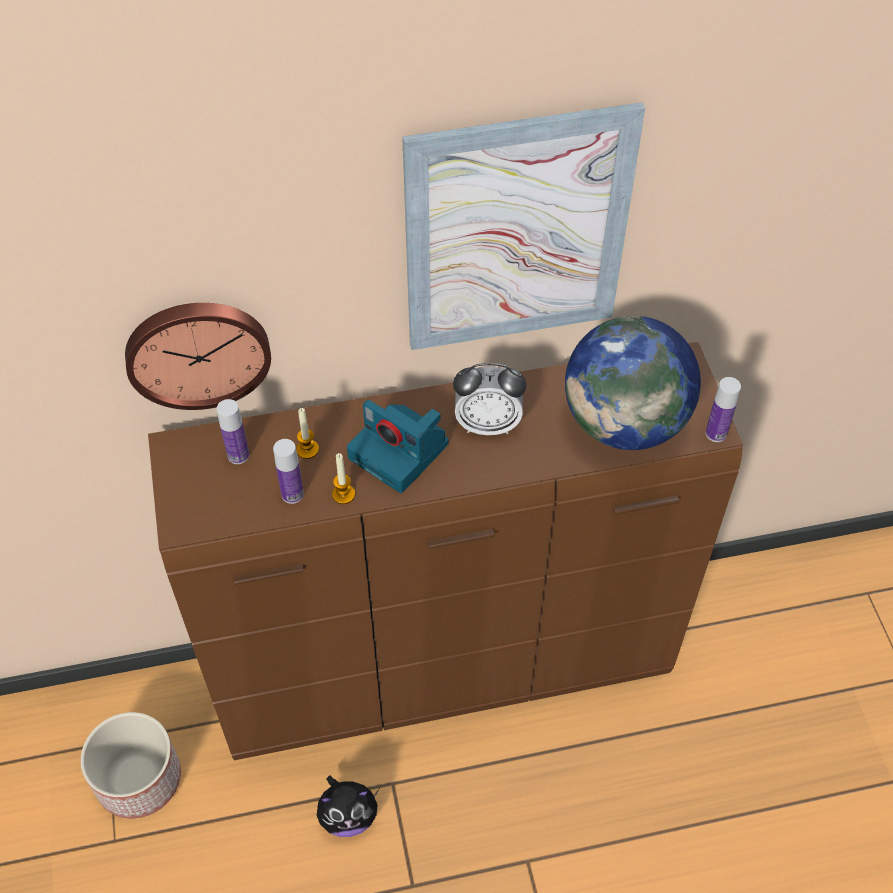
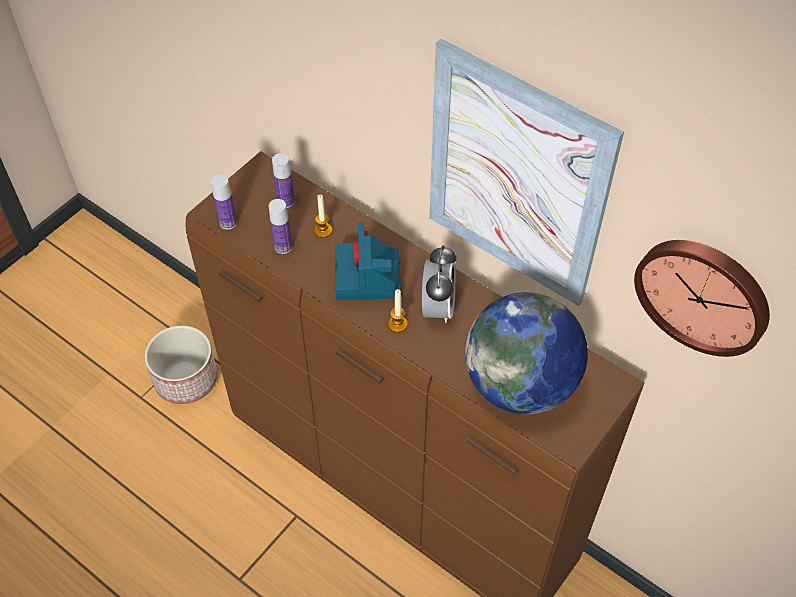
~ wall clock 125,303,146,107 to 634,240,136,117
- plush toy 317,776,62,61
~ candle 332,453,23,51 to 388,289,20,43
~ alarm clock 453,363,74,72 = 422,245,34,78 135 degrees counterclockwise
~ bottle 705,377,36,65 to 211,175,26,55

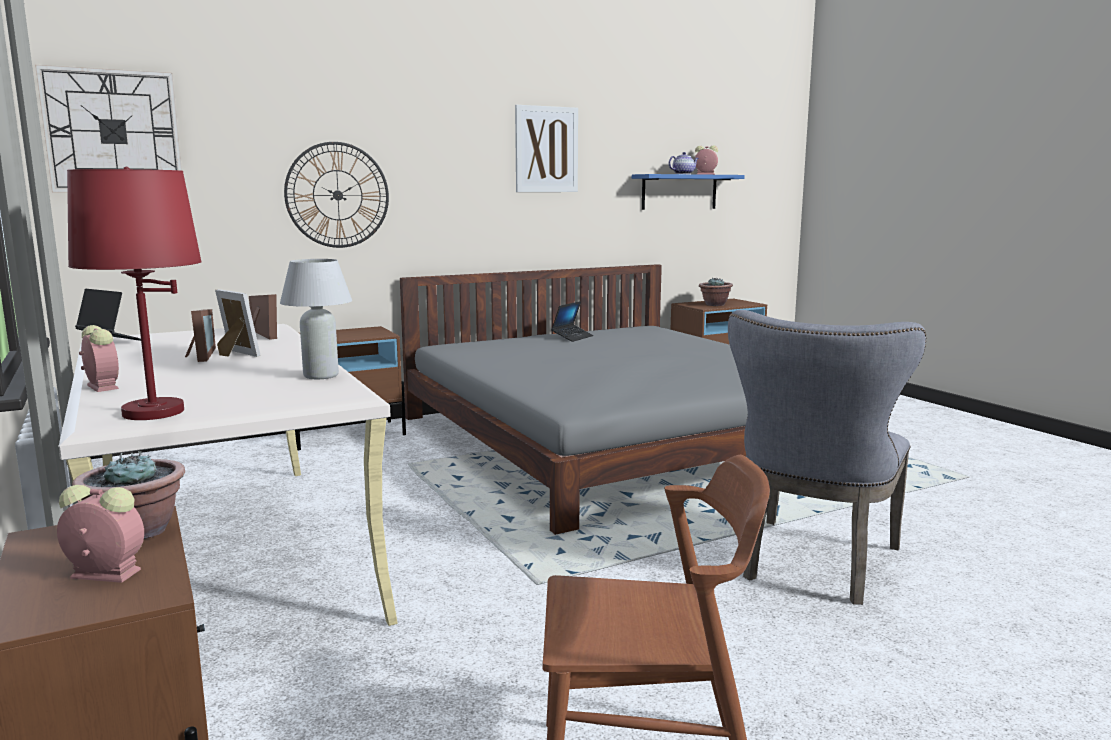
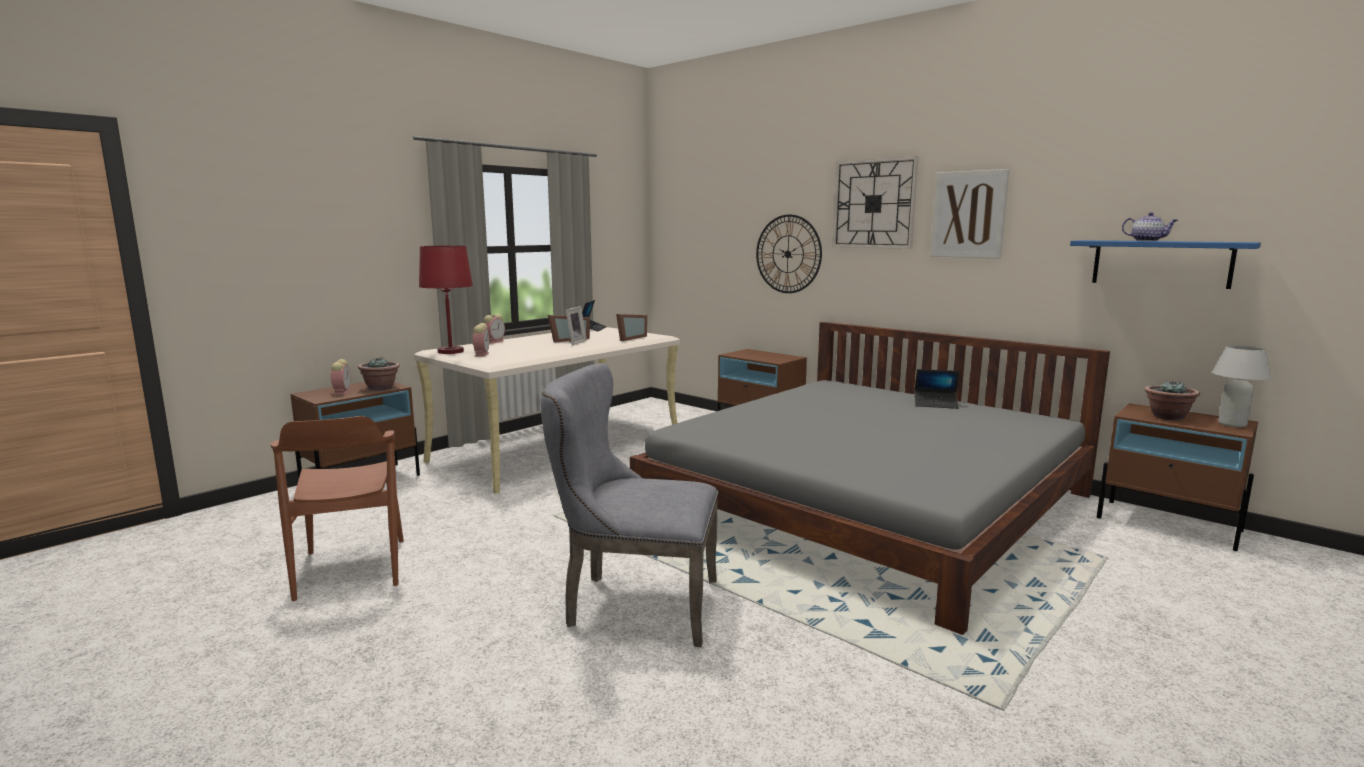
~ wall clock 35,65,147,127 to 832,156,87,93
~ white table lamp 280,259,72,120 to 1212,345,60,82
~ alarm clock 695,145,23,30 to 472,323,17,33

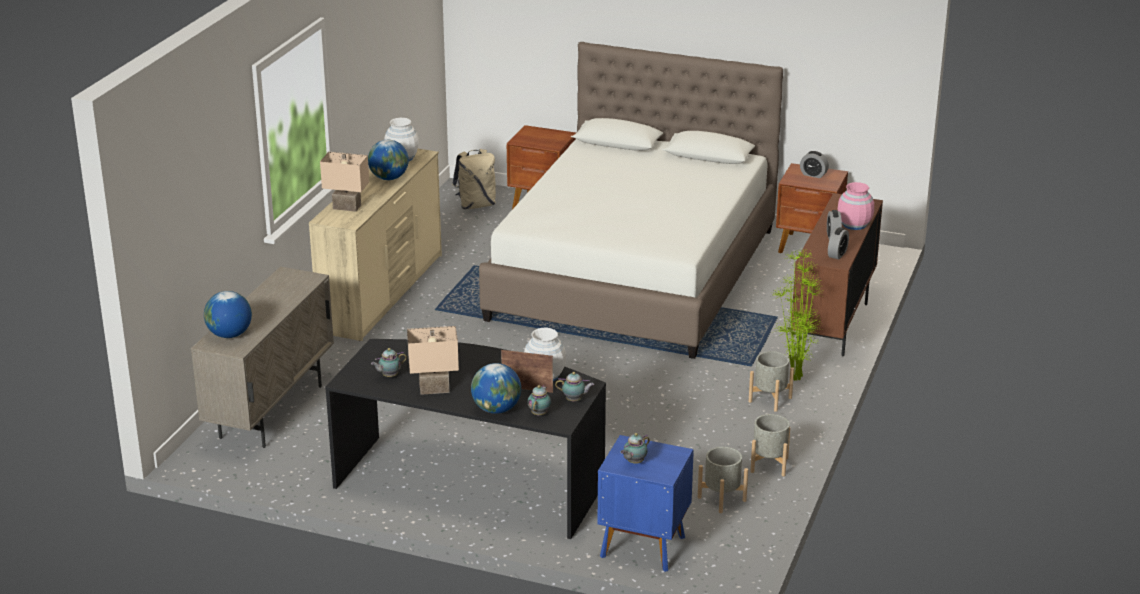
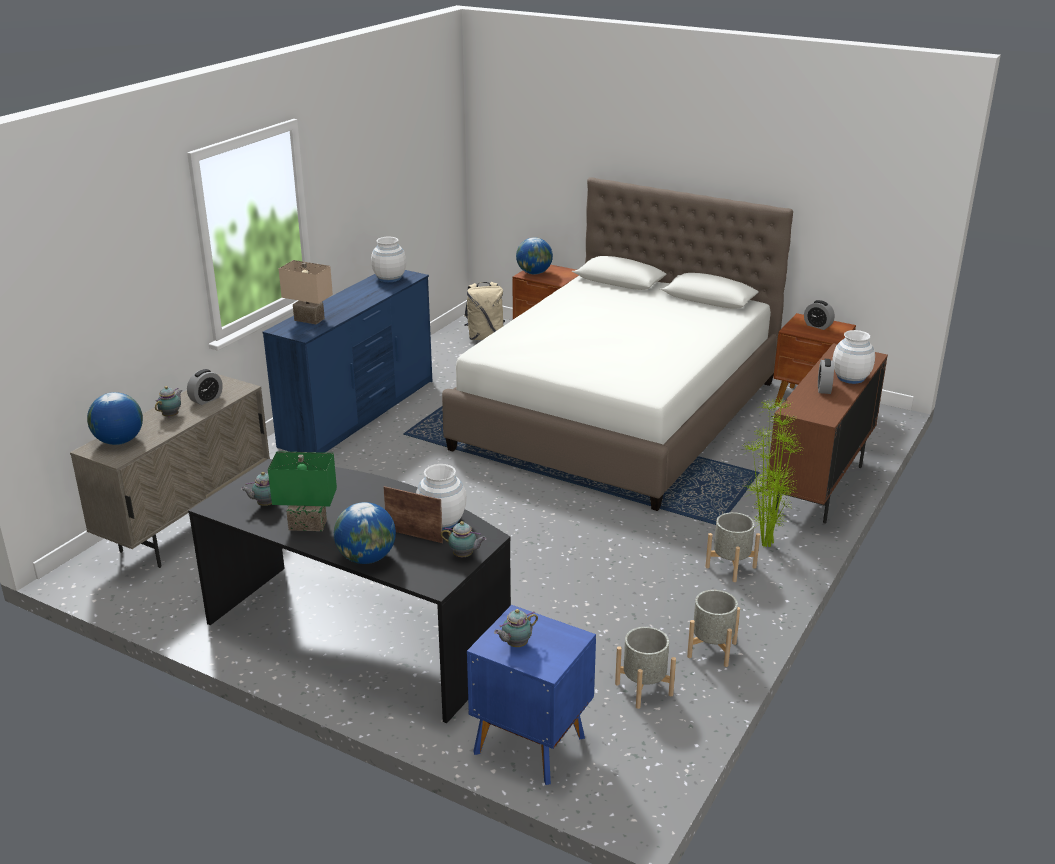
~ beige dresser 309,149,133,192 to blue dresser 263,270,170,183
~ globe 368,140,41,40 to 516,237,37,38
~ beige table lamp 407,326,52,69 to green table lamp 268,451,69,80
~ teapot 527,385,24,31 to 155,386,28,31
~ alarm clock 828,227,21,32 to 187,369,36,36
~ pink vase 838,182,36,48 to white vase 832,330,43,54

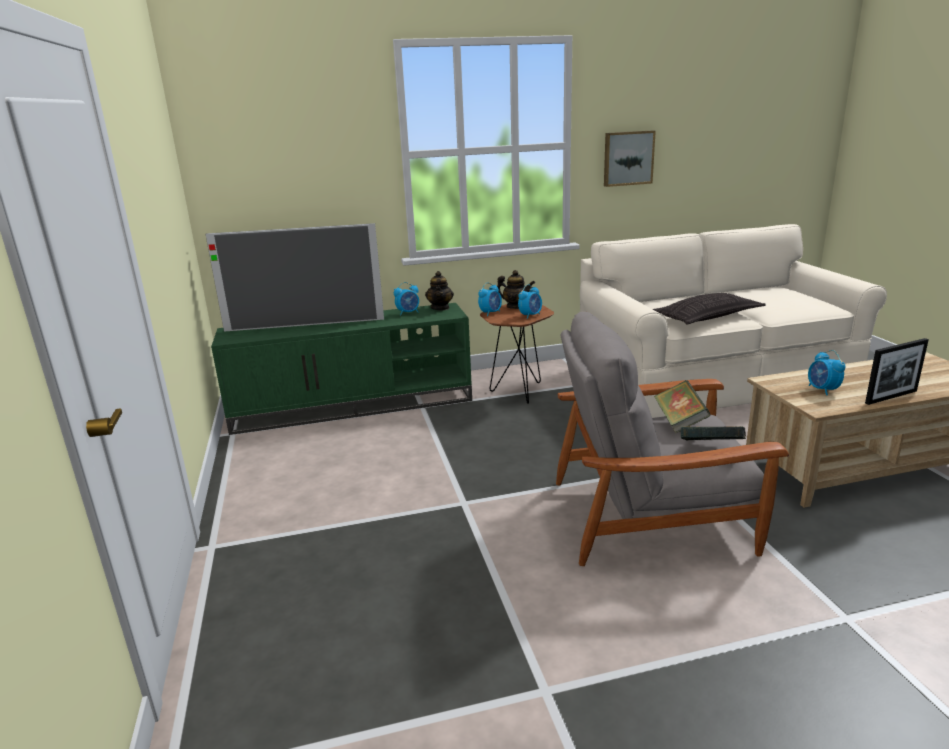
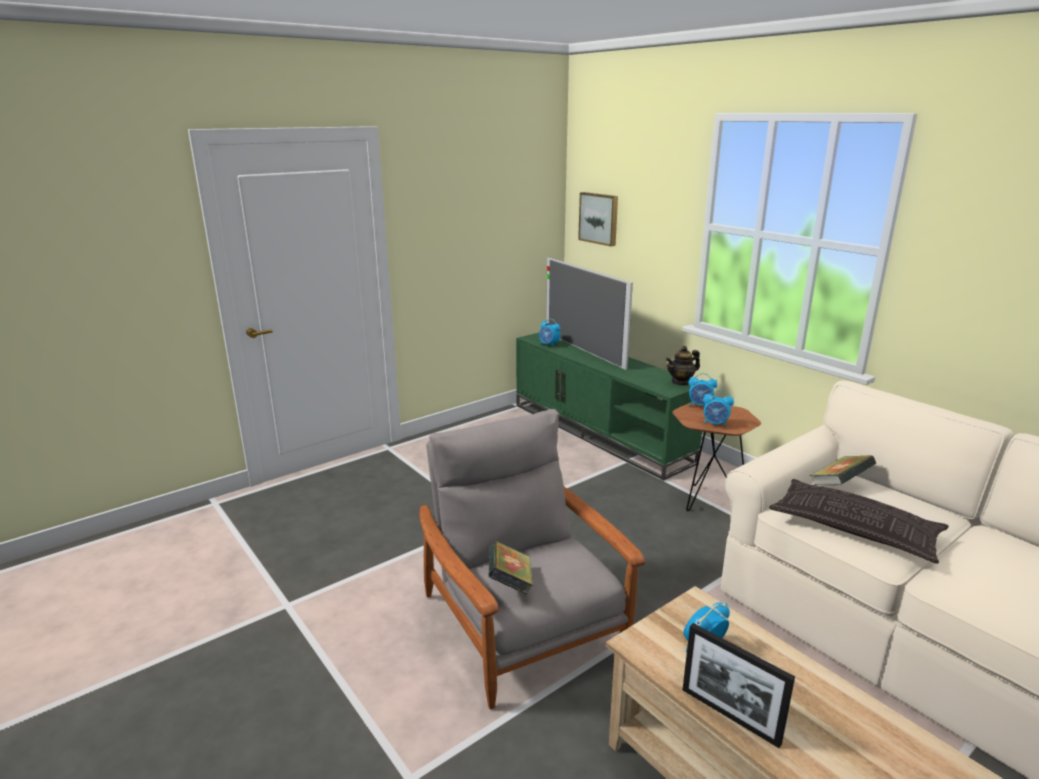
~ alarm clock 394,282,25,34 to 539,319,22,28
- teapot 497,270,38,39
~ picture 604,130,52,57 to 578,192,40,55
~ book 654,380,56,53 to 810,455,66,31

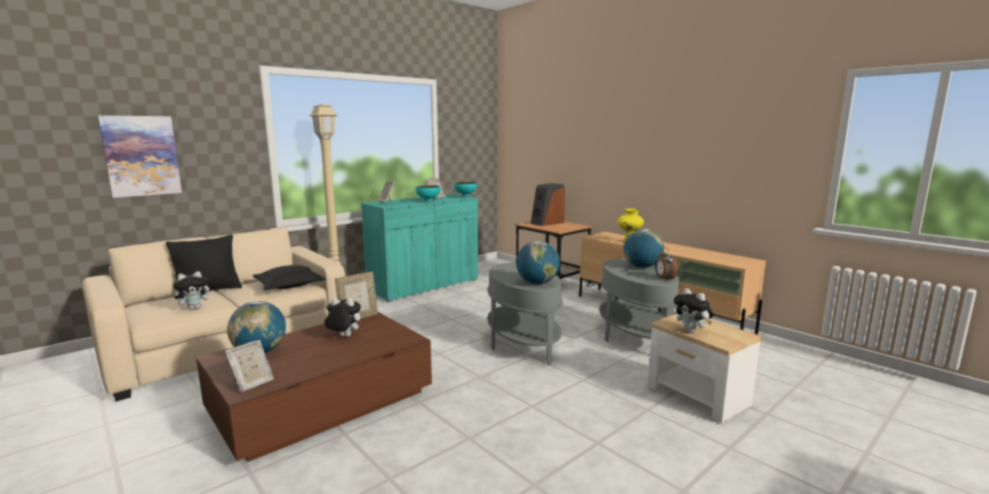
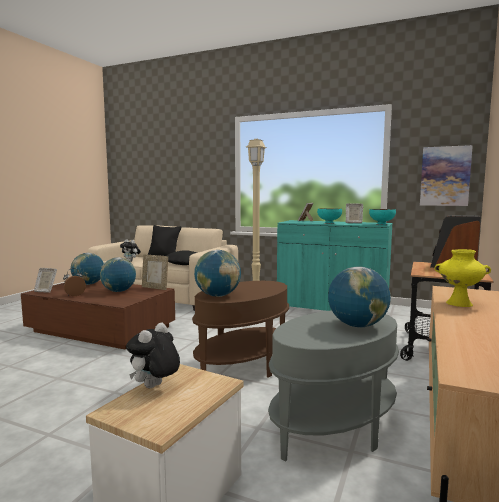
~ picture 98,115,84,83 to 420,145,53,61
~ plush toy 324,298,37,39 to globe 100,257,36,35
~ grey side table 487,262,76,103 to brown side table 192,281,97,97
~ alarm clock 655,247,23,33 to 63,268,23,28

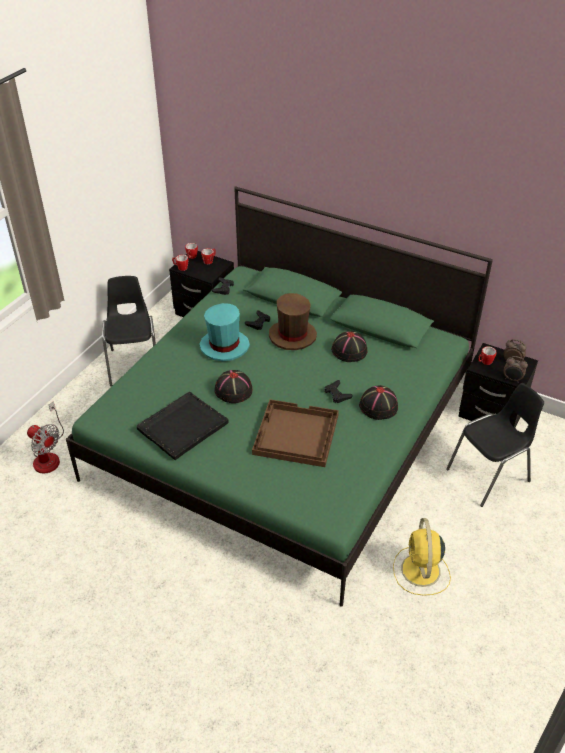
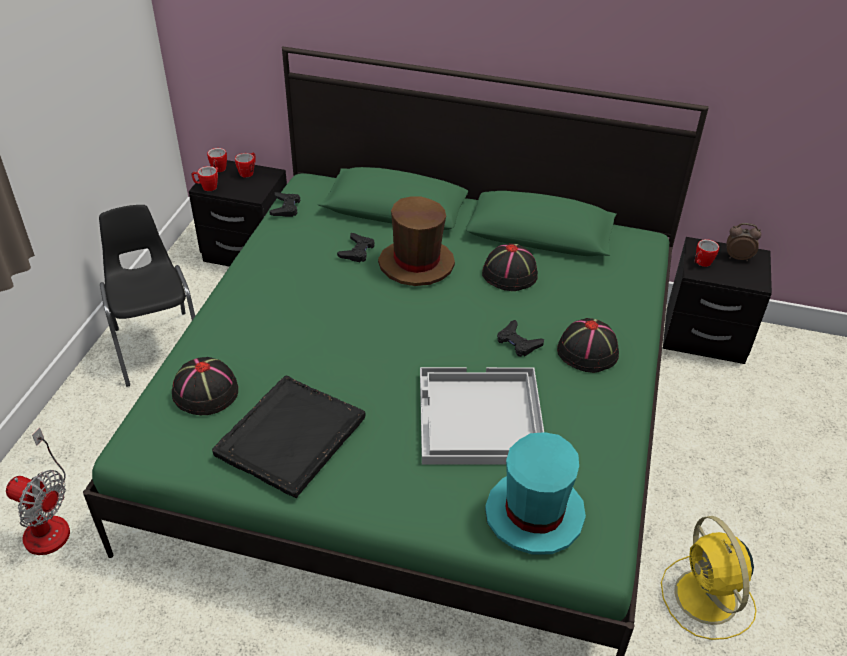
~ turquoise hat 200,303,50,58 to 485,432,101,122
~ black hat 214,370,38,33 to 172,357,66,58
~ brown tray 252,399,87,68 to white tray 420,367,124,98
- black chair 446,383,98,124
- alarm clock 503,356,25,27

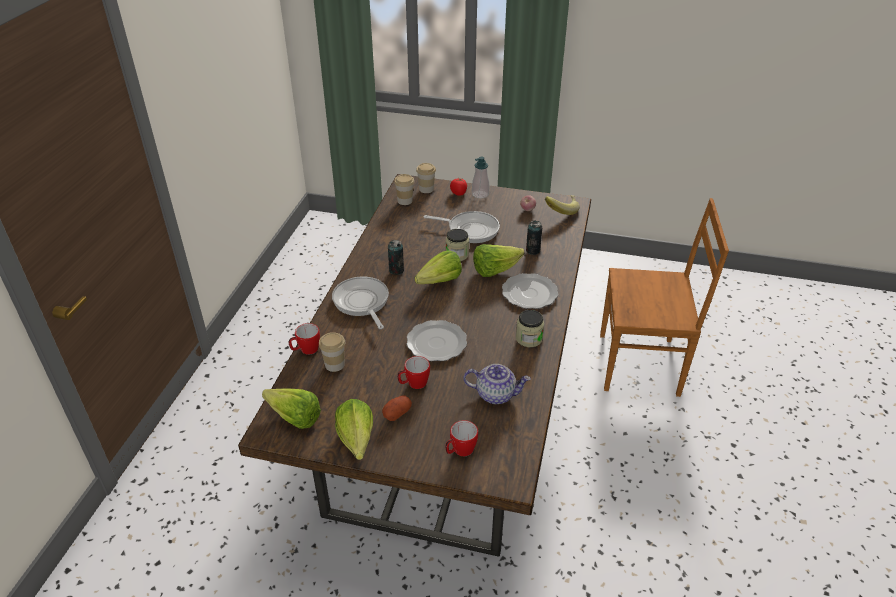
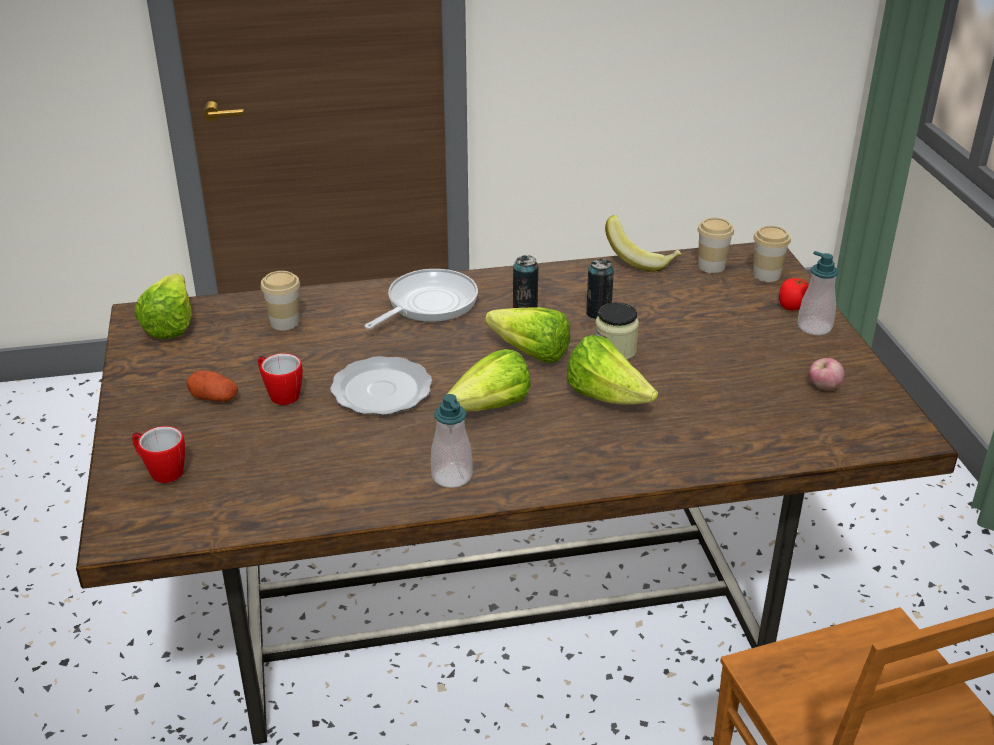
- mug 288,323,32,32
~ lettuce 335,399,38,61 to 446,349,85,63
- frying pan 424,211,76,32
- teapot 463,364,68,40
- plate 502,273,56,36
~ jar 516,310,28,37 to soap dispenser 431,394,42,94
~ can 526,221,16,34 to 586,259,28,60
~ banana 545,195,35,20 to 605,215,77,57

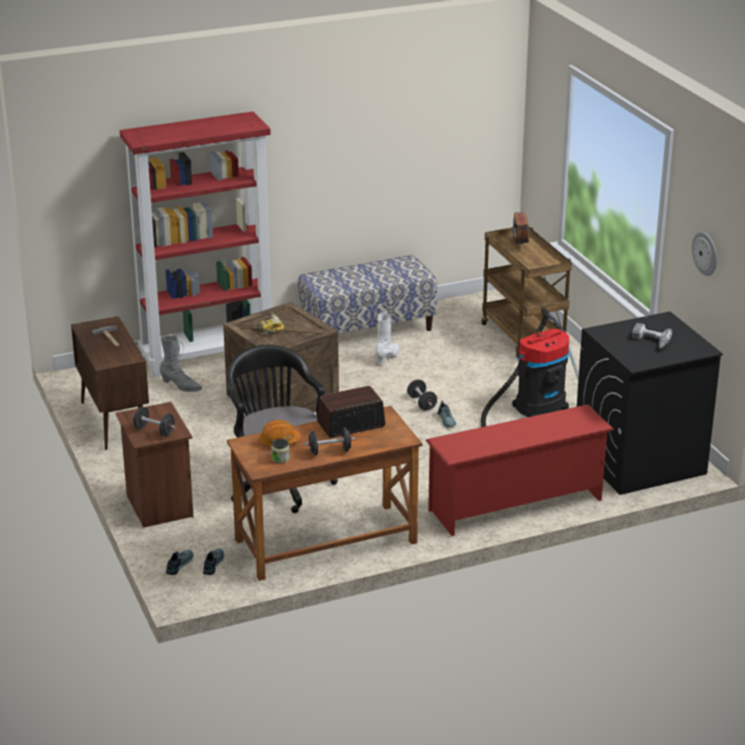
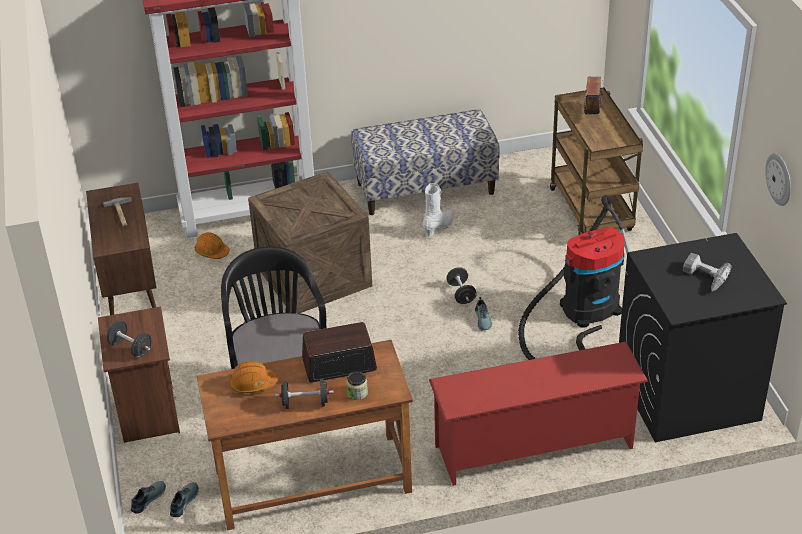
~ grey boot 160,335,42,57 to orange hard hat 195,232,35,27
- power drill 255,312,30,23
~ jar 271,439,19,25 to 346,371,22,29

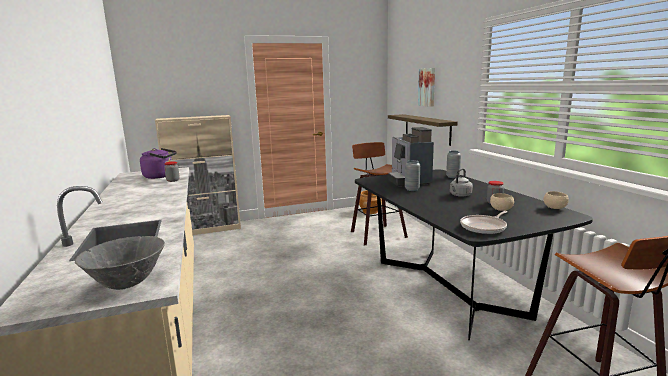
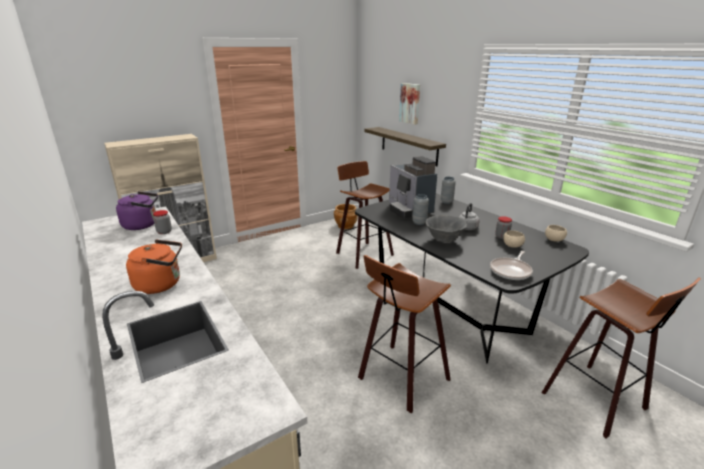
~ grey bowl 75,236,90,54 to 426,215,41,28
+ orange kettle 126,239,56,55
+ stool 358,255,93,158

